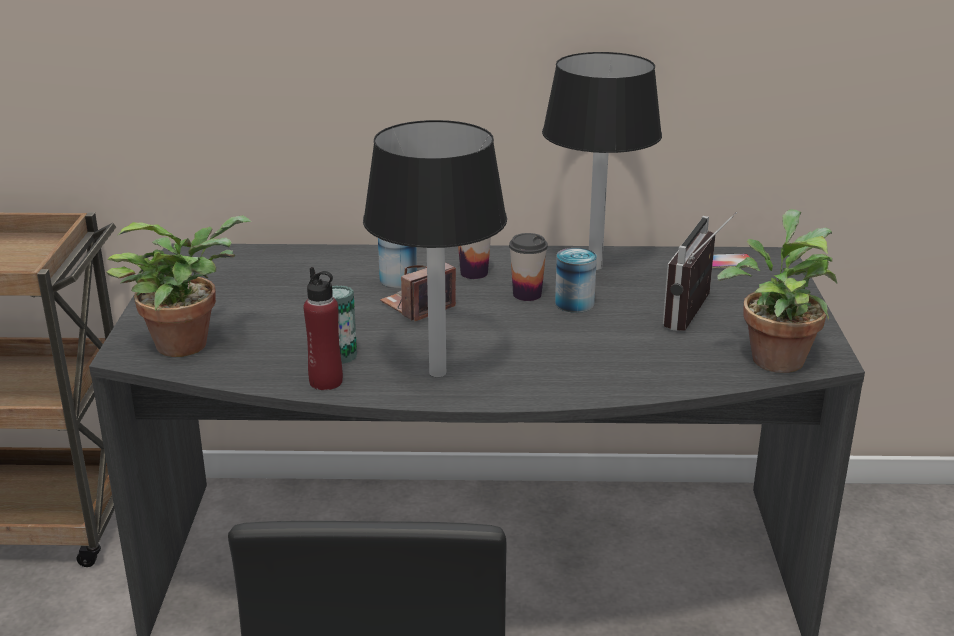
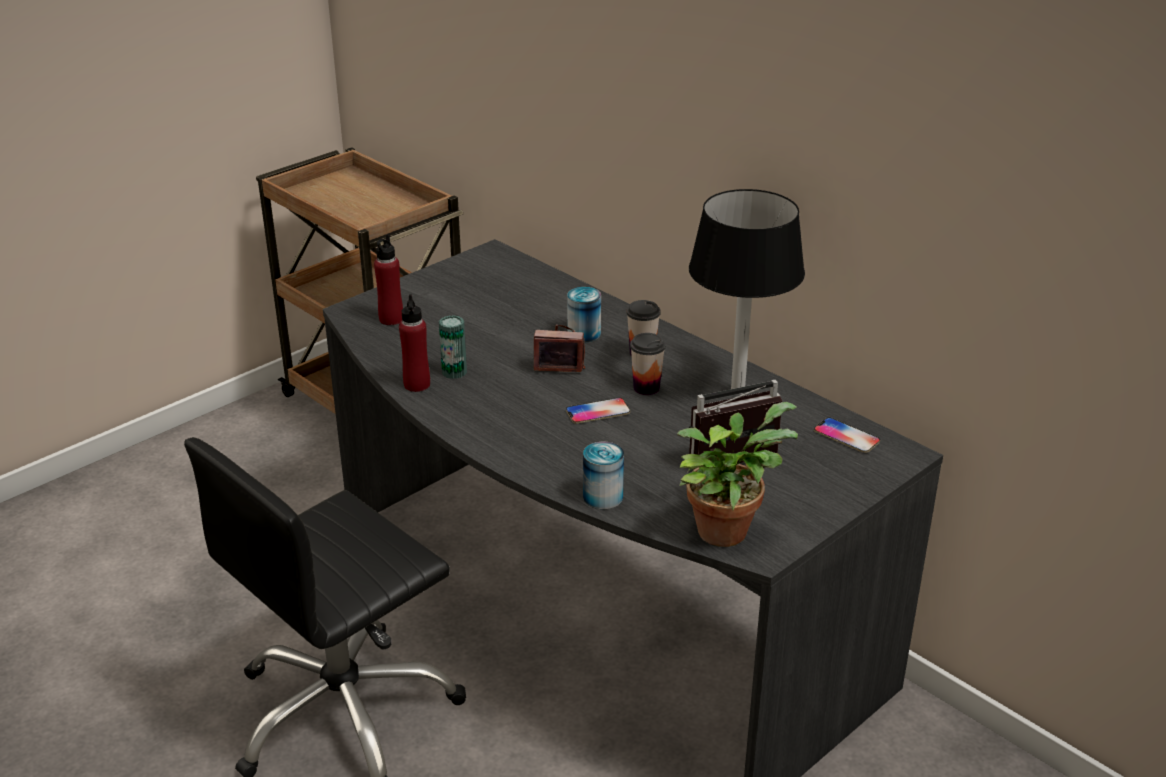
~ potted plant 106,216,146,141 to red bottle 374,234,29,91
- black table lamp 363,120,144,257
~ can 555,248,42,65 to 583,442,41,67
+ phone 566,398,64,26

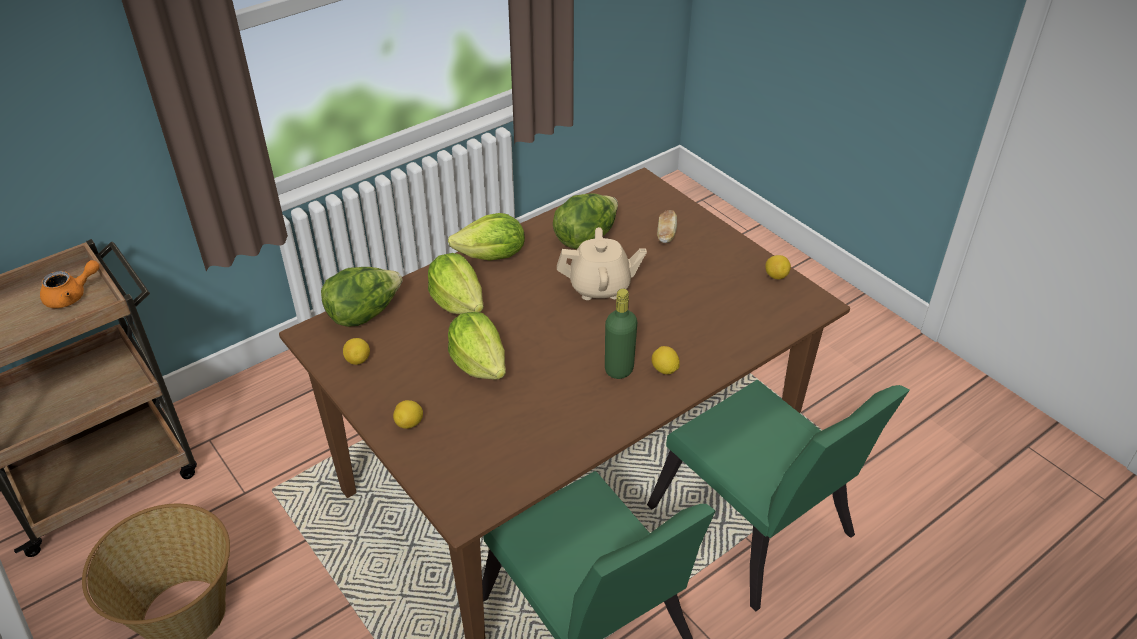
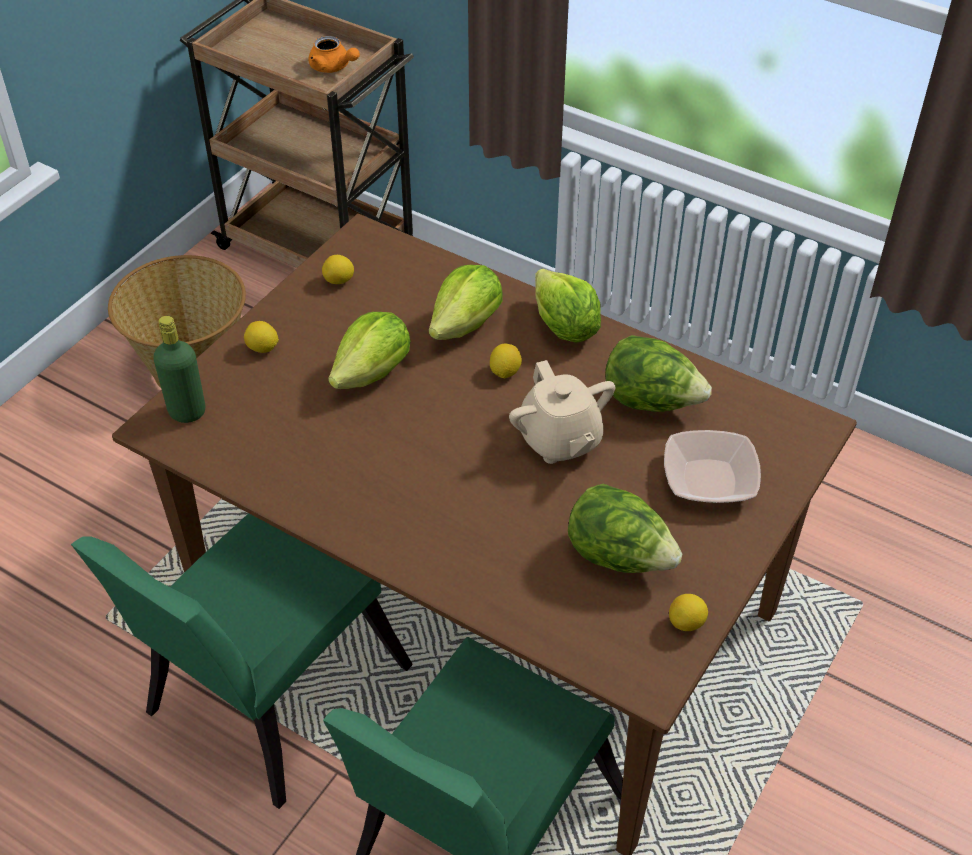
~ lettuce 321,267,82,60 to 568,484,114,89
~ green bottle 605,289,32,90 to 153,316,52,107
~ lemon 652,346,28,28 to 490,343,32,35
~ bread 657,210,20,33 to bowl 664,430,97,73

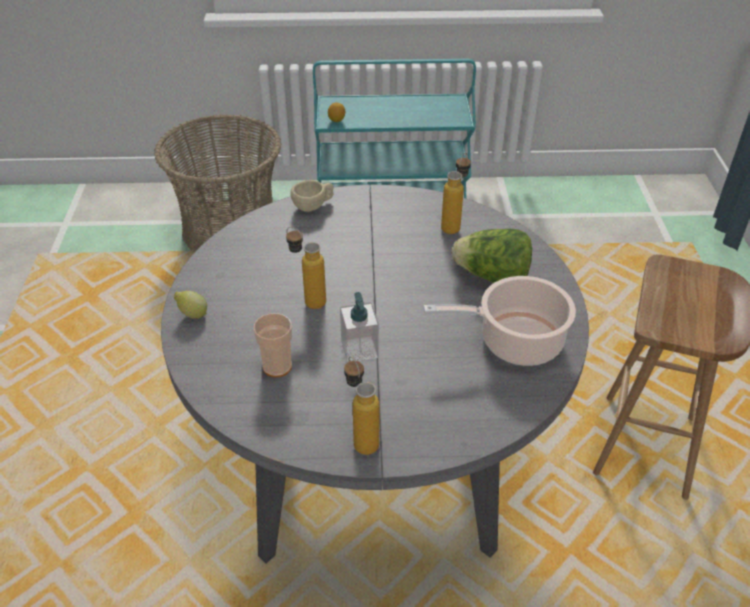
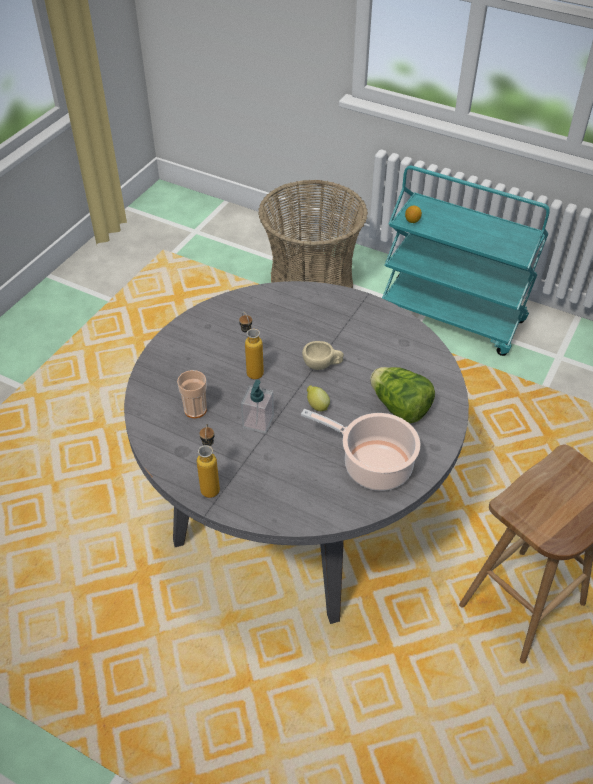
~ lemon 174,291,33,28 to 307,385,23,26
~ beige cup 290,180,44,32 to 302,341,42,29
- bottle 441,153,30,81

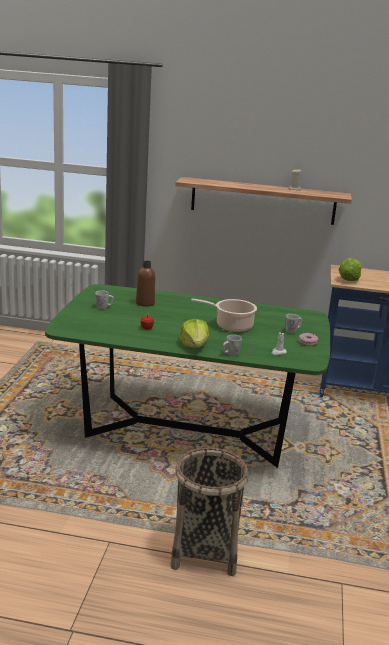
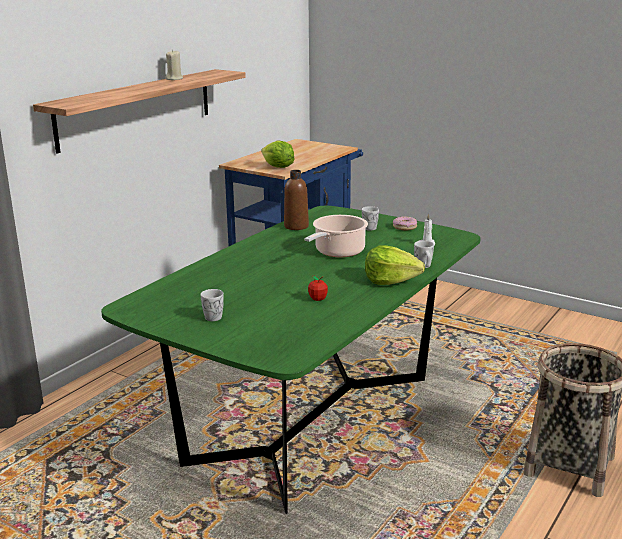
~ brown bottle 136,261,19,46 to 284,170,25,60

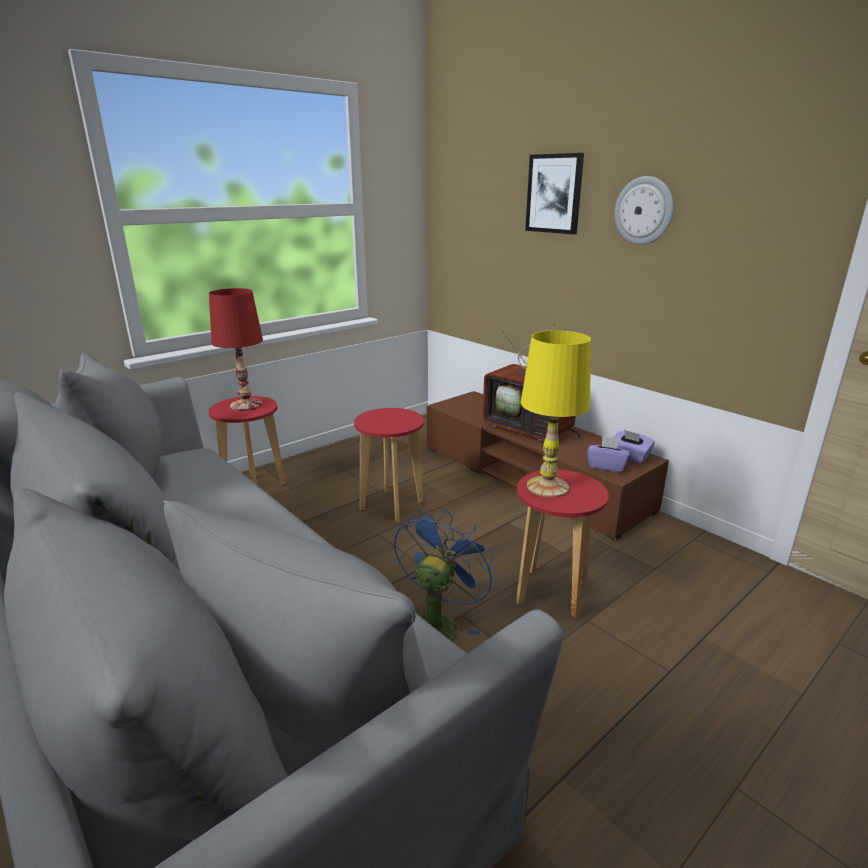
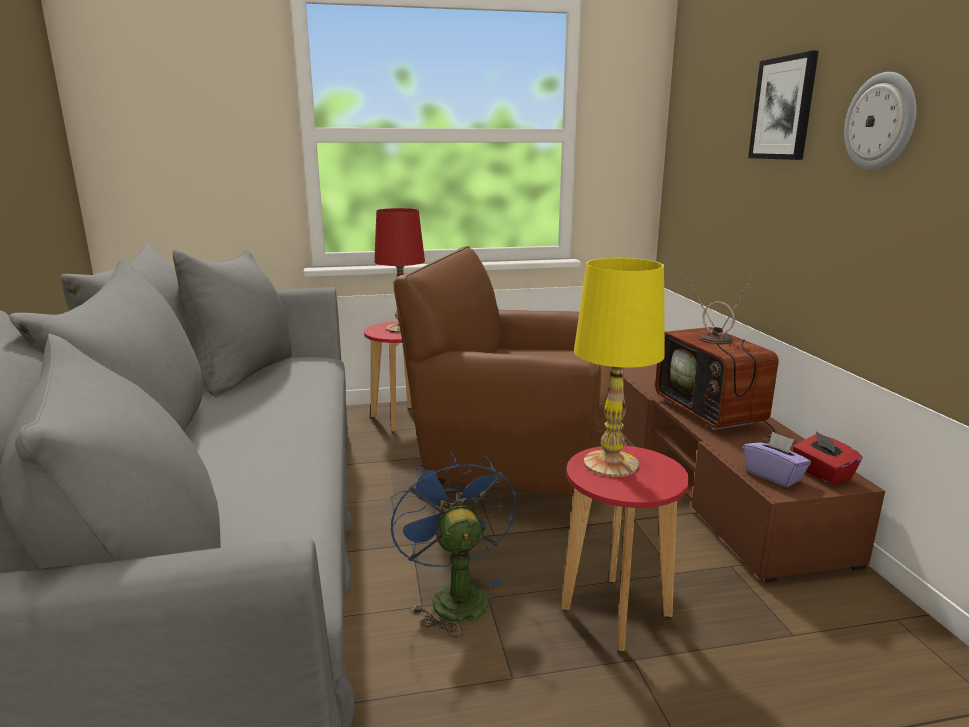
~ red stool 354,408,70,115 to brown armchair 393,246,219,250
~ blue fan 394,510,103,132 = 390,452,127,185 75 degrees counterclockwise
~ purple tissue box 614,430,41,34 to red tissue box 792,431,70,54

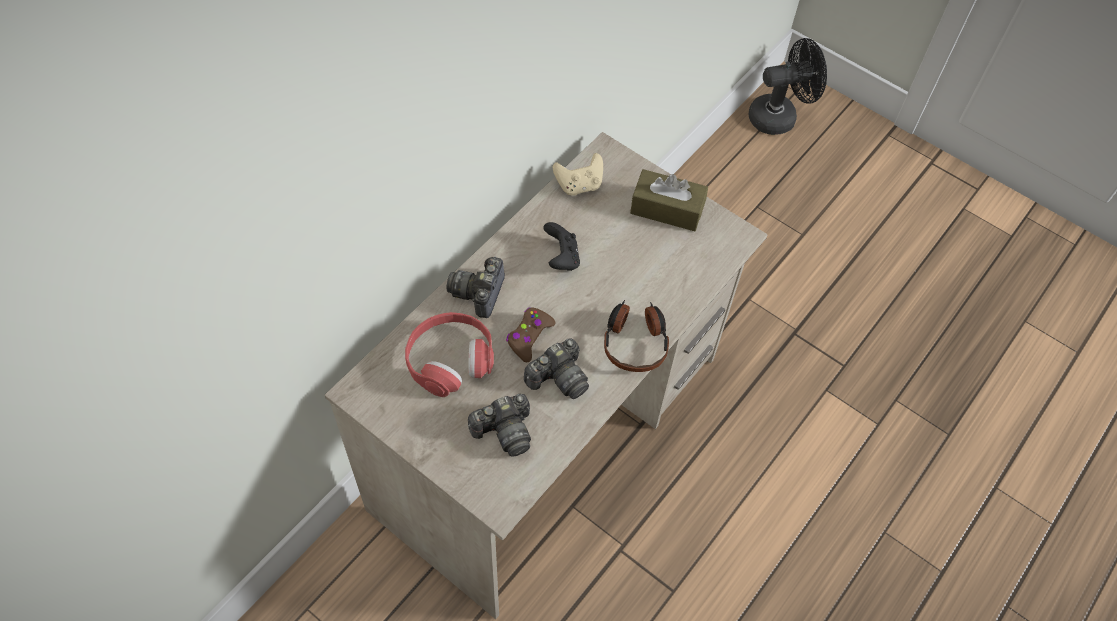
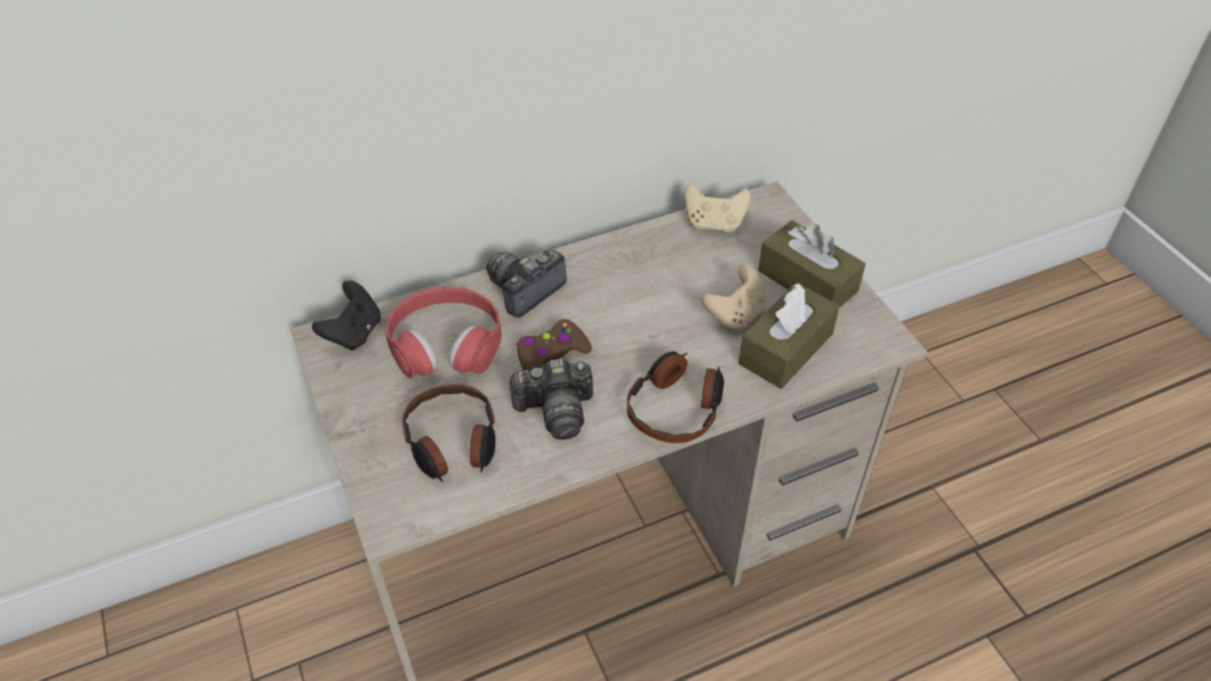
~ photo camera 468,394,63,63 to headphones 402,384,94,98
~ black game controller 543,222,37,49 to 312,280,69,71
- black fan 748,38,79,97
+ beige game controller 701,264,66,68
+ brown tissue box 739,283,101,106

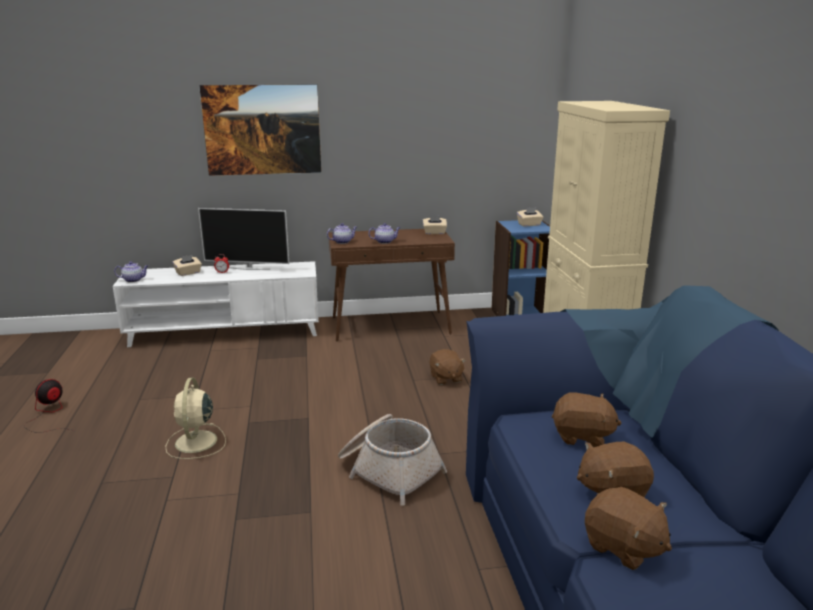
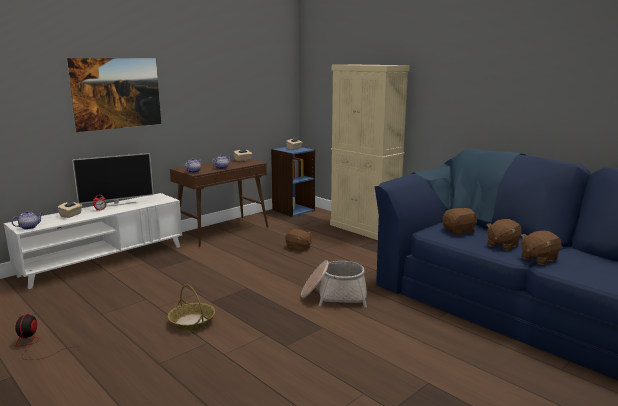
~ beige fan 165,378,61,81 to basket 168,284,47,47
~ brown plush toy 585,487,87,83 = 521,231,40,34 135 degrees clockwise

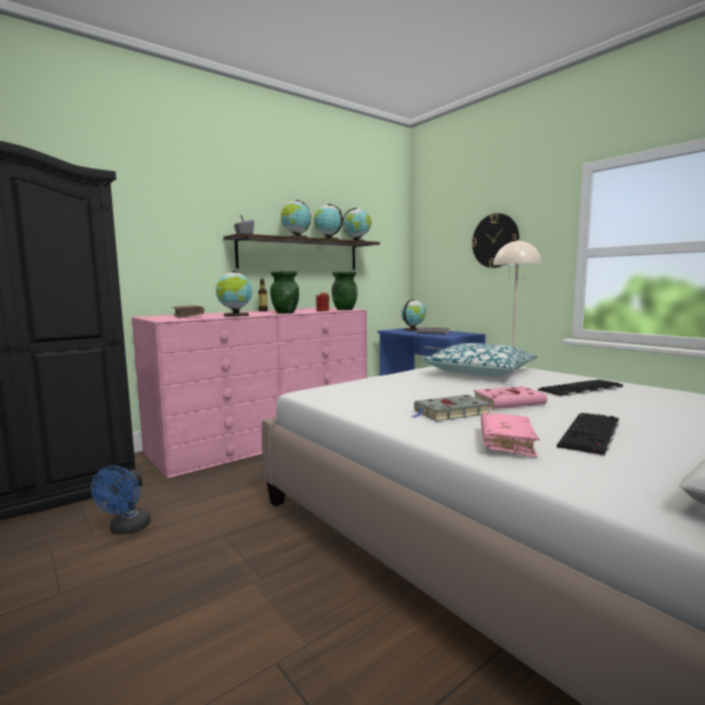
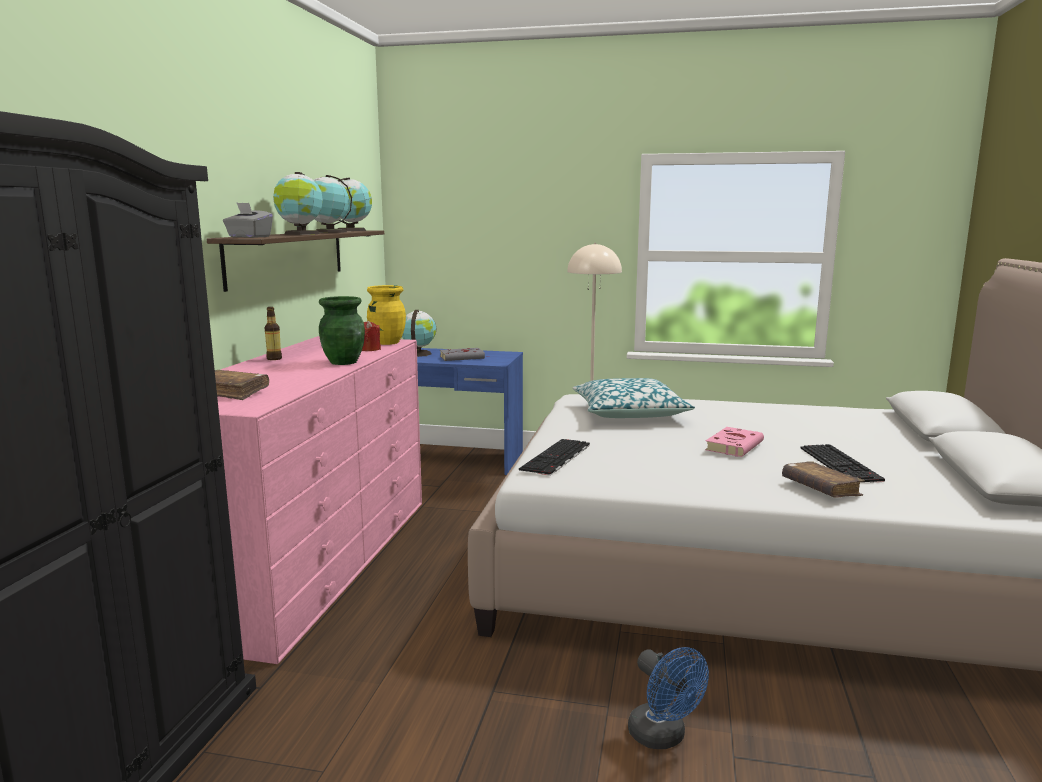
~ blue fan 91,466,60,68 to 628,647,81,102
- globe 216,271,37,46
~ green vase 332,272,26,38 to yellow vase 367,285,39,60
- grey book 412,395,79,26
- wall clock 472,213,47,55
~ pink book 481,412,59,46 to brown book 782,461,83,37
~ keyboard 538,379,85,18 to 519,439,71,37

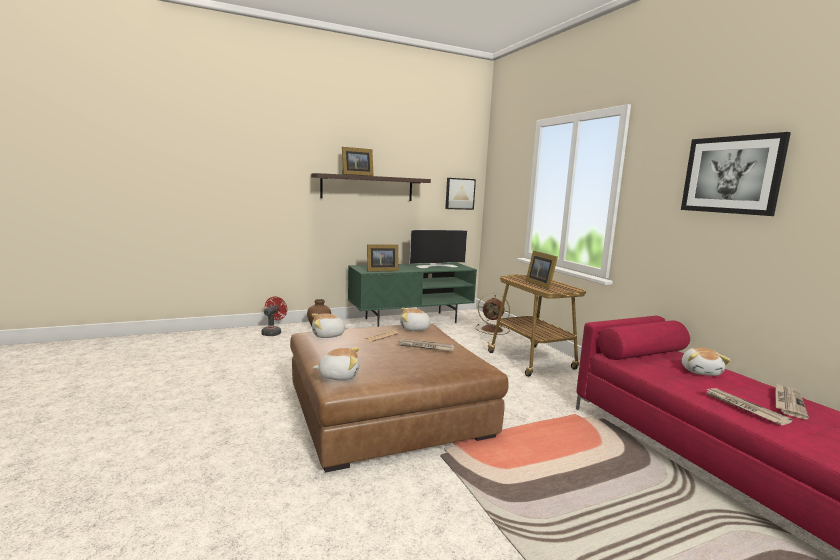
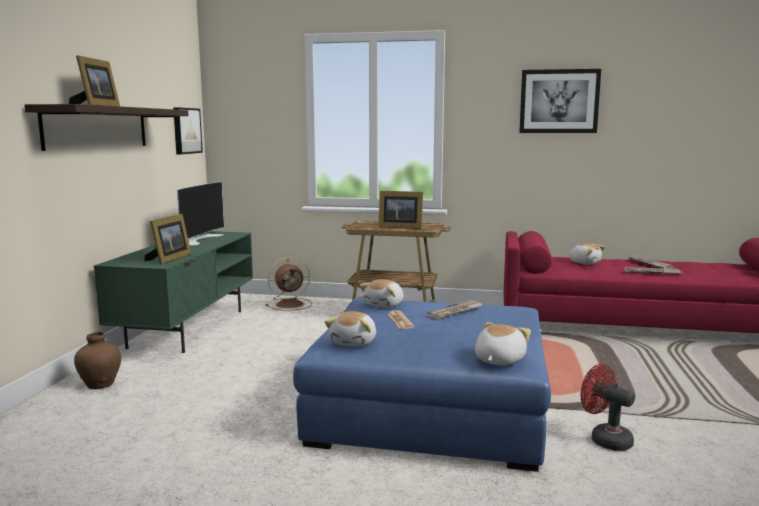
~ red fan 261,297,26,39 to 581,364,54,87
~ brown ottoman 290,324,219,149 to blue ottoman 293,298,258,174

